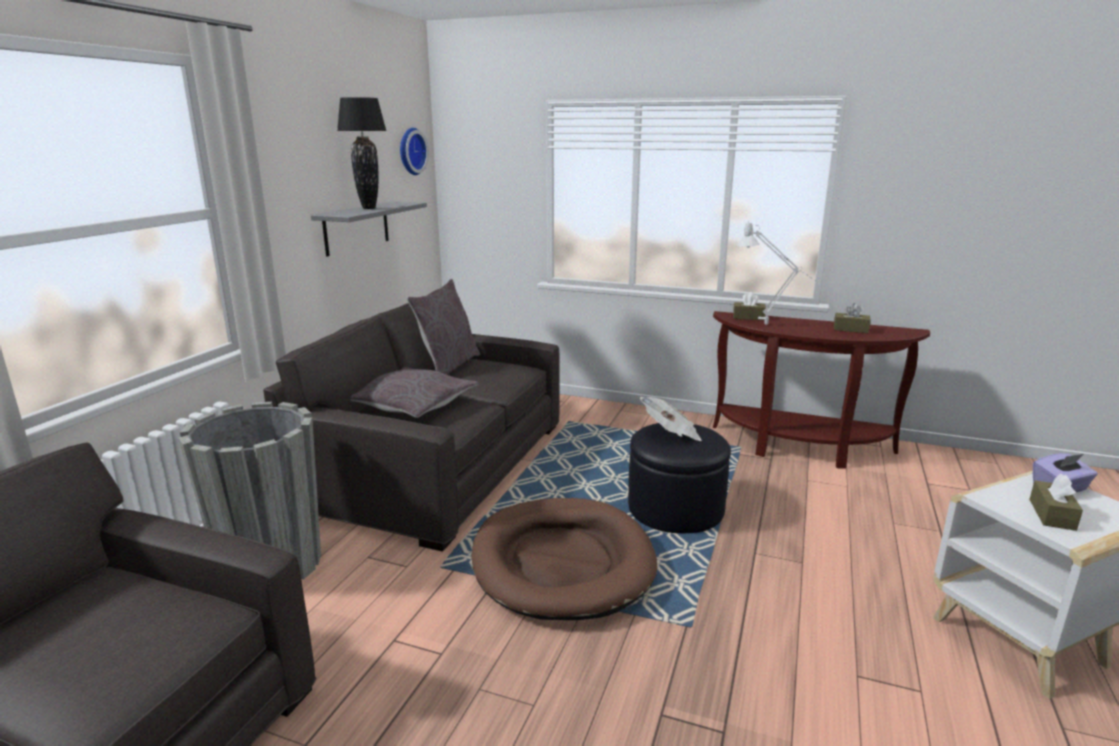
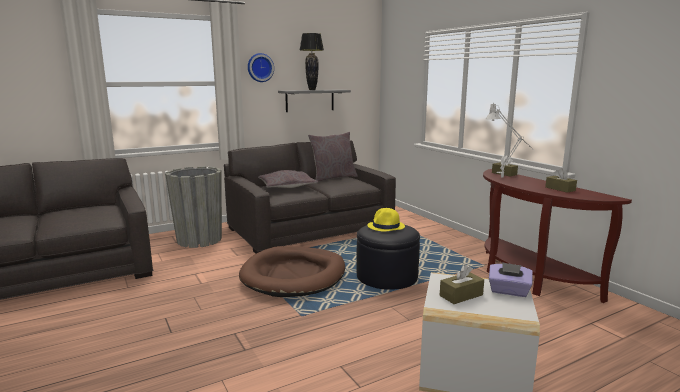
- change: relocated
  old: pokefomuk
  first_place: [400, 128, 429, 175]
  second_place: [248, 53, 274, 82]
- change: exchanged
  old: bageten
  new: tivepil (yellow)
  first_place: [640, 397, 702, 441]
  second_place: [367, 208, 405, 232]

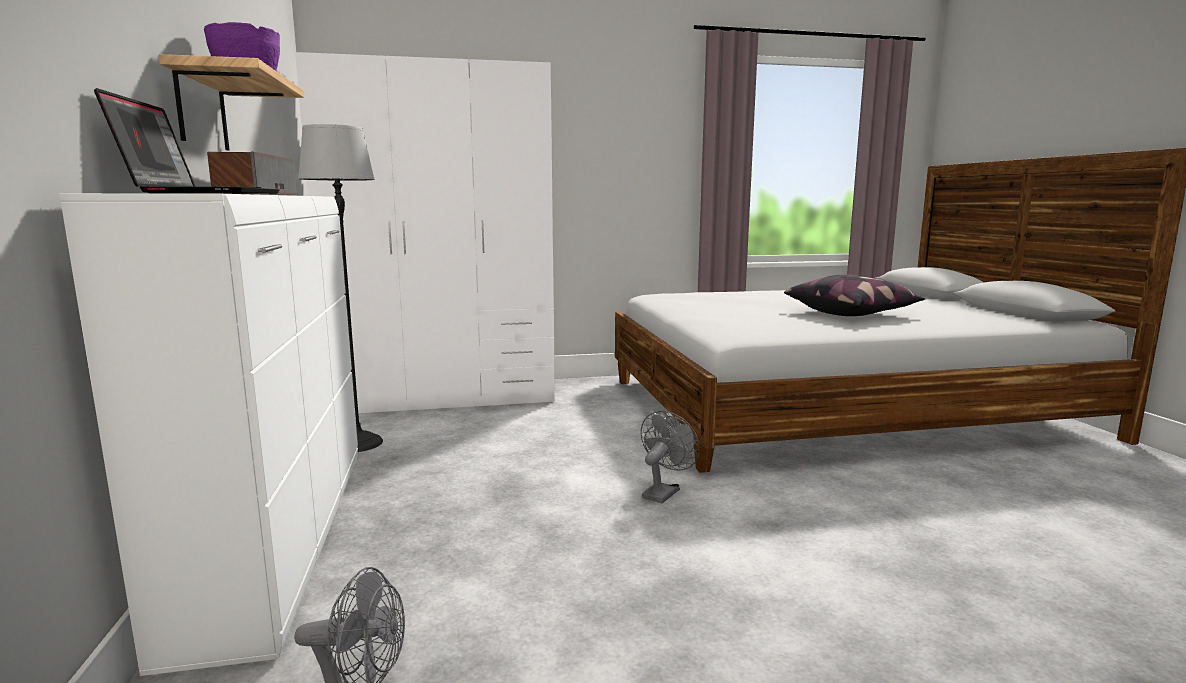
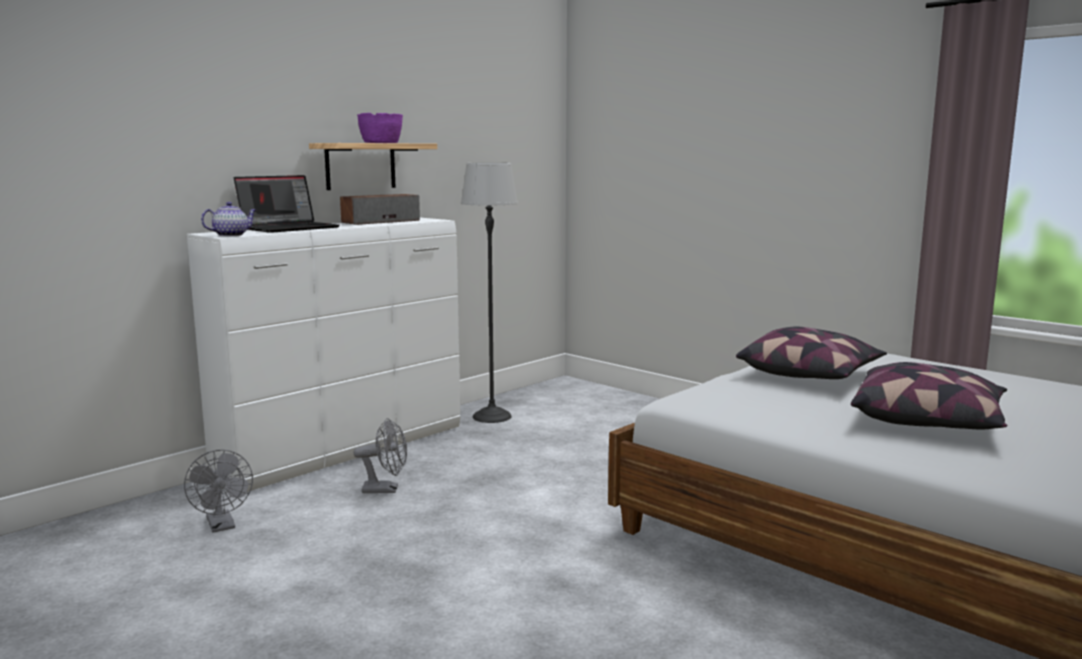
- change: missing
  old: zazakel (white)
  first_place: [295, 52, 555, 413]
- change: relocated
  old: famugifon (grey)
  first_place: [641, 411, 700, 504]
  second_place: [354, 418, 407, 493]
- change: appeared
  new: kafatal
  second_place: [201, 202, 256, 236]
- change: appeared
  new: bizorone
  second_place: [736, 327, 887, 379]

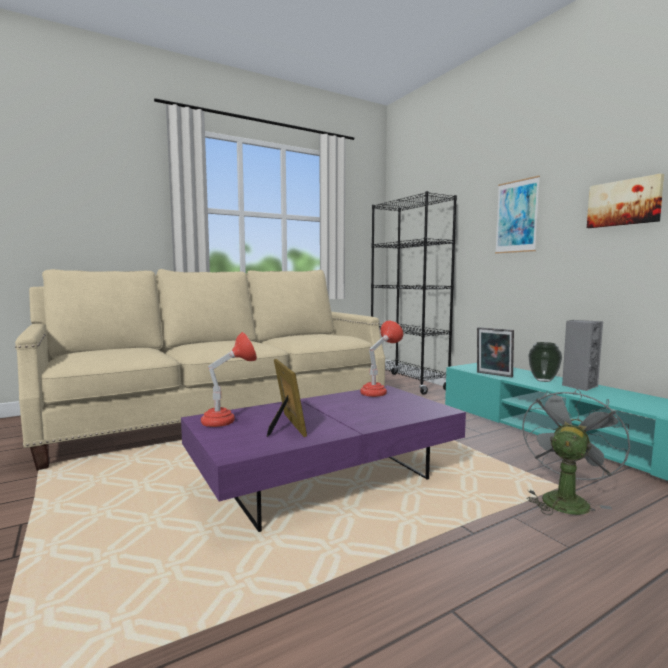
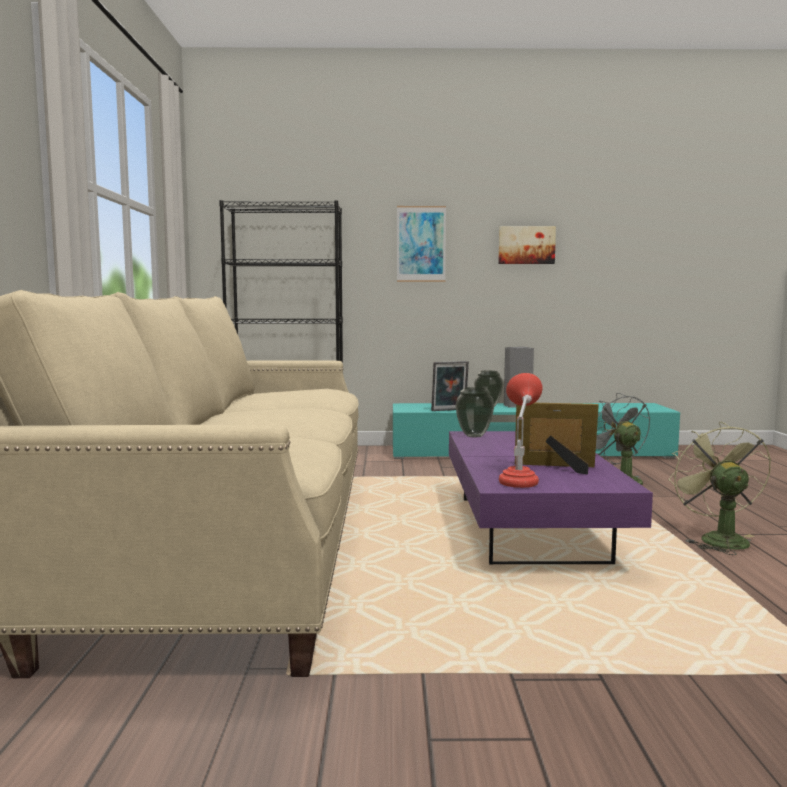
- change: exchanged
  old: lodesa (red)
  new: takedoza
  first_place: [360, 321, 403, 397]
  second_place: [455, 387, 494, 437]
- change: appeared
  new: famugifon (green)
  second_place: [668, 422, 771, 555]

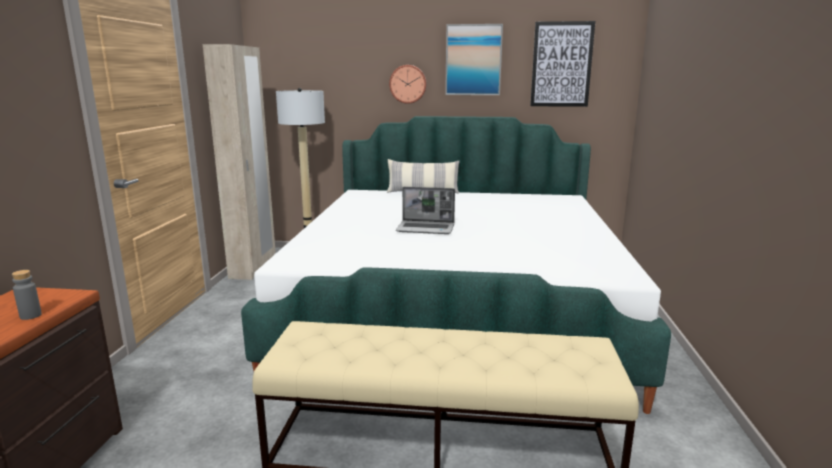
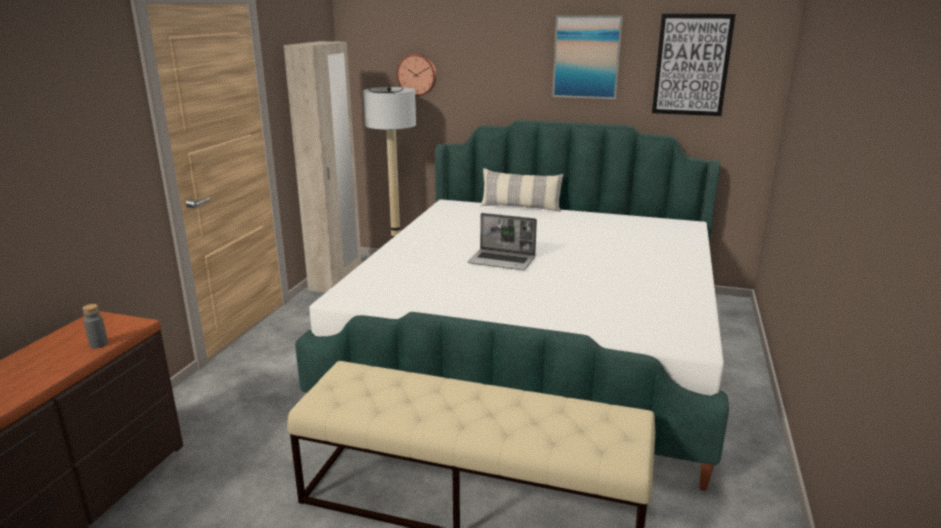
- change: relocated
  old: pokefomuk
  first_place: [389, 65, 427, 104]
  second_place: [397, 54, 437, 96]

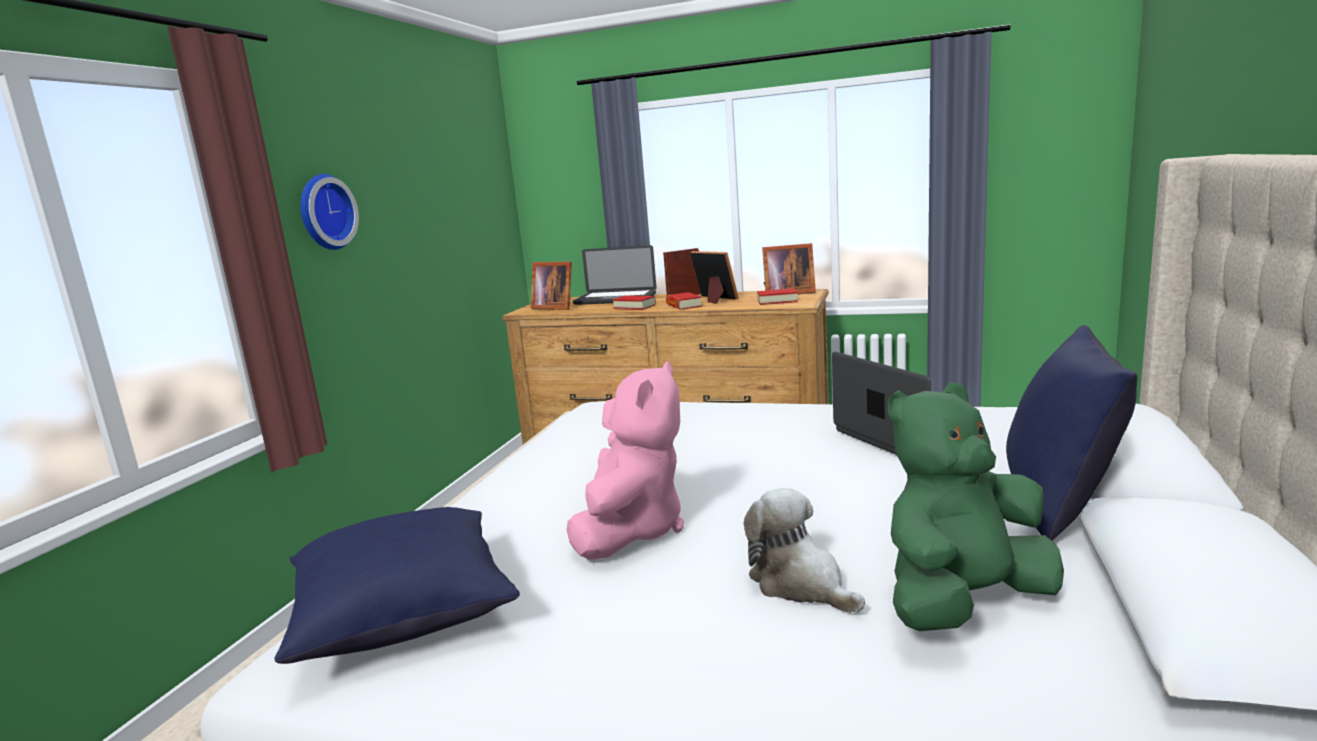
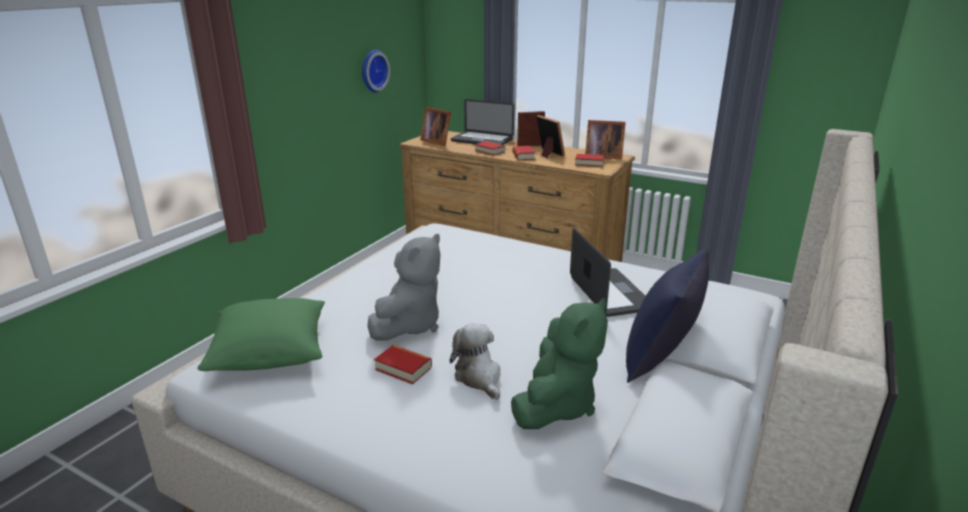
- change: relocated
  old: pokefomuk
  first_place: [300, 174, 359, 250]
  second_place: [362, 50, 390, 92]
- change: colour
  old: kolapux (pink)
  new: kolapux (grey)
  first_place: [567, 361, 684, 560]
  second_place: [367, 234, 440, 341]
- change: spun
  old: kolapux (green)
  first_place: [888, 383, 1064, 631]
  second_place: [511, 298, 608, 429]
  degrees: 135
- change: colour
  old: bizorone (blue)
  new: bizorone (green)
  first_place: [274, 507, 520, 664]
  second_place: [197, 298, 325, 371]
- change: appeared
  new: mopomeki
  second_place: [374, 345, 432, 384]

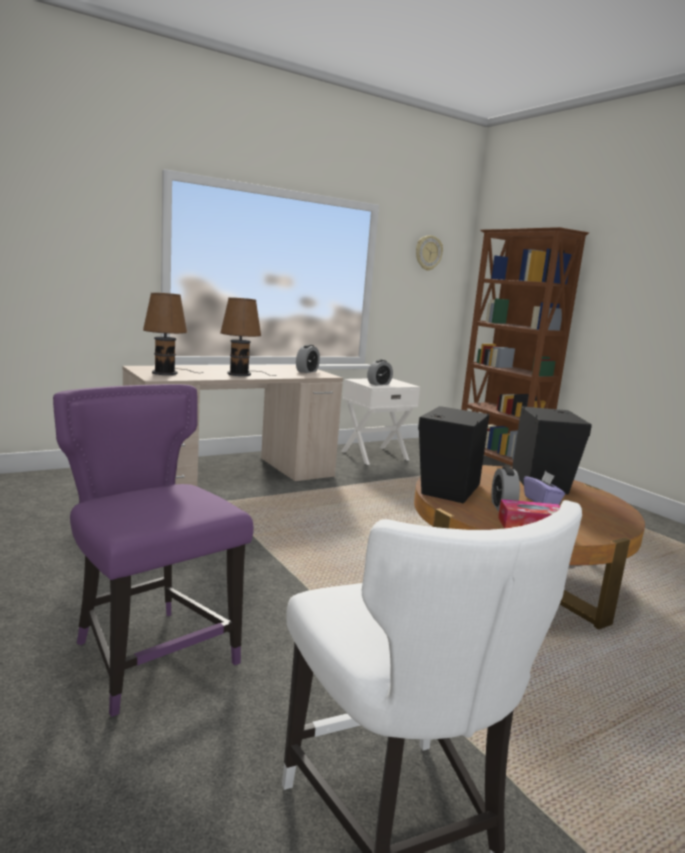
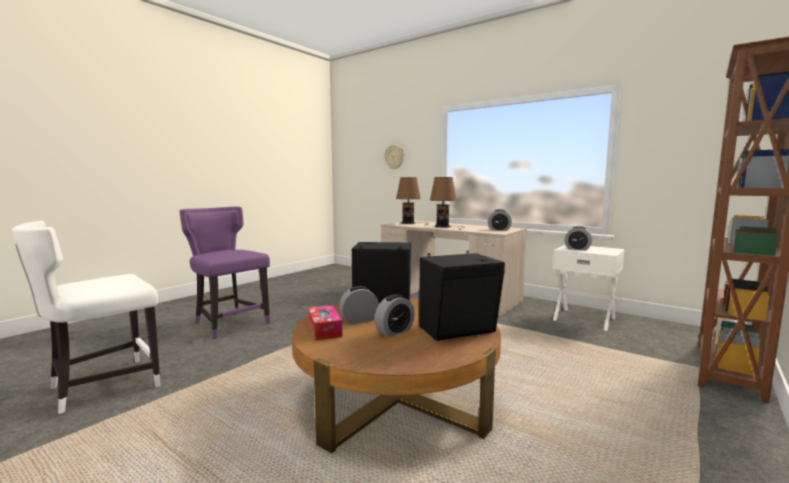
- change: relocated
  old: pokefomuk
  first_place: [416, 235, 443, 271]
  second_place: [385, 145, 404, 169]
- change: spun
  old: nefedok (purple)
  first_place: [53, 384, 254, 717]
  second_place: [180, 206, 270, 339]
  degrees: -75
- change: exchanged
  old: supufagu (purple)
  new: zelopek
  first_place: [524, 471, 565, 504]
  second_place: [375, 294, 415, 337]

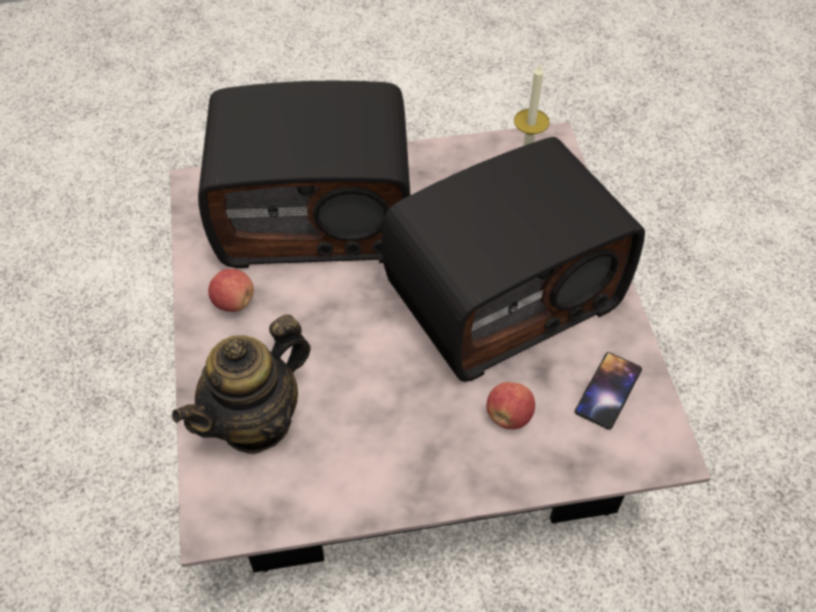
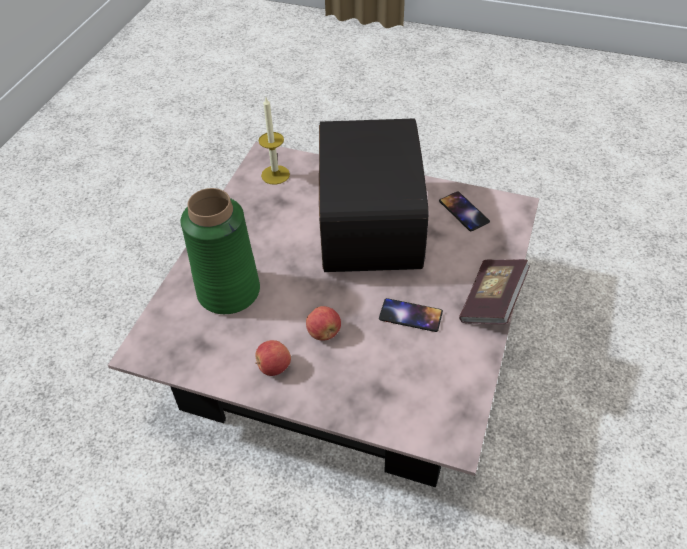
- change: exchanged
  old: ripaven
  new: takedoza (green)
  first_place: [198, 81, 410, 268]
  second_place: [181, 188, 260, 314]
- change: missing
  old: kafatal
  first_place: [172, 314, 311, 454]
- change: relocated
  old: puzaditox
  first_place: [486, 382, 535, 429]
  second_place: [306, 306, 341, 341]
- change: appeared
  new: mopomeki
  second_place: [459, 259, 530, 324]
- change: appeared
  new: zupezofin
  second_place: [379, 298, 443, 332]

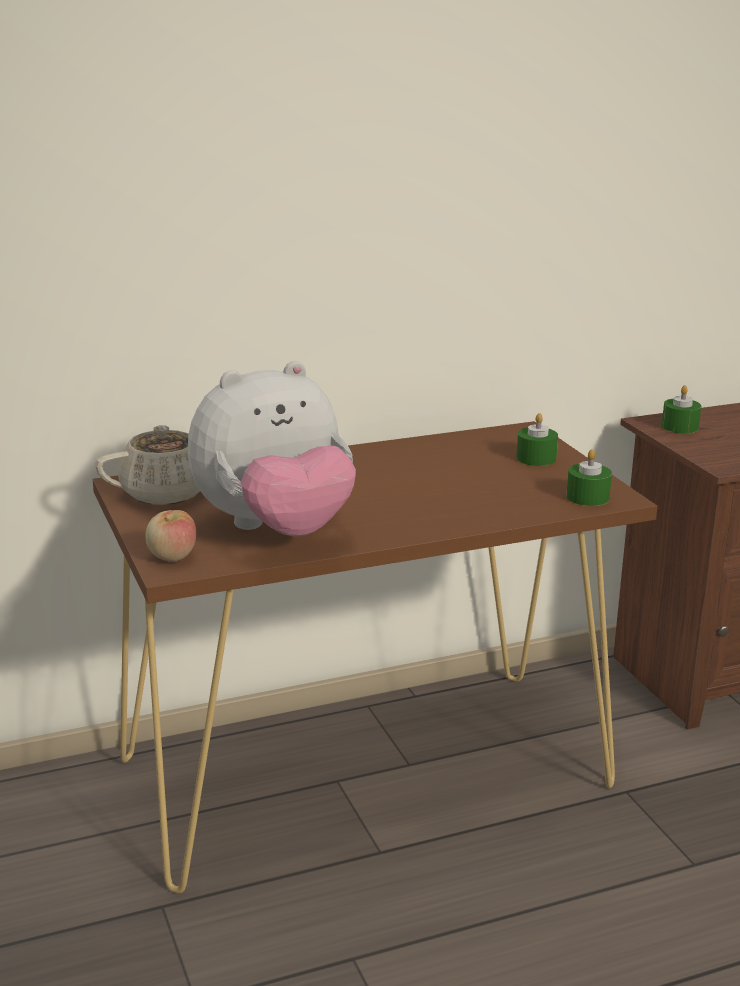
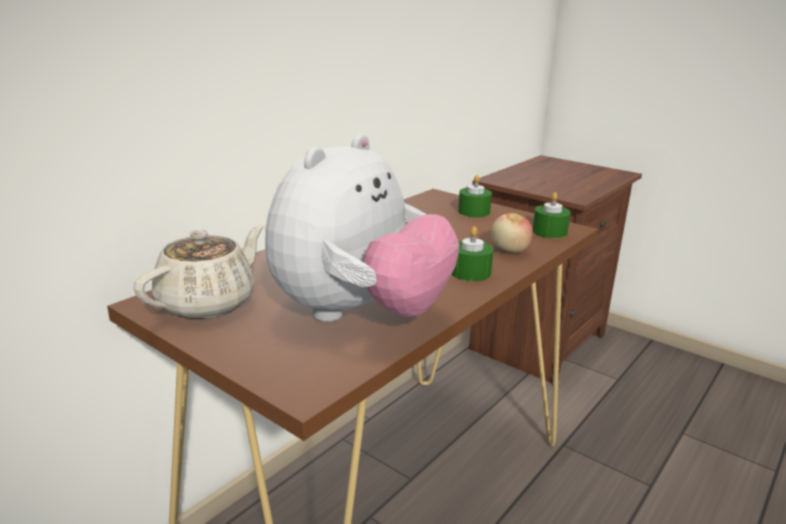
- change: relocated
  old: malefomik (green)
  first_place: [662, 385, 701, 433]
  second_place: [452, 226, 493, 281]
- change: relocated
  old: puzaditox
  first_place: [145, 510, 196, 562]
  second_place: [492, 213, 533, 253]

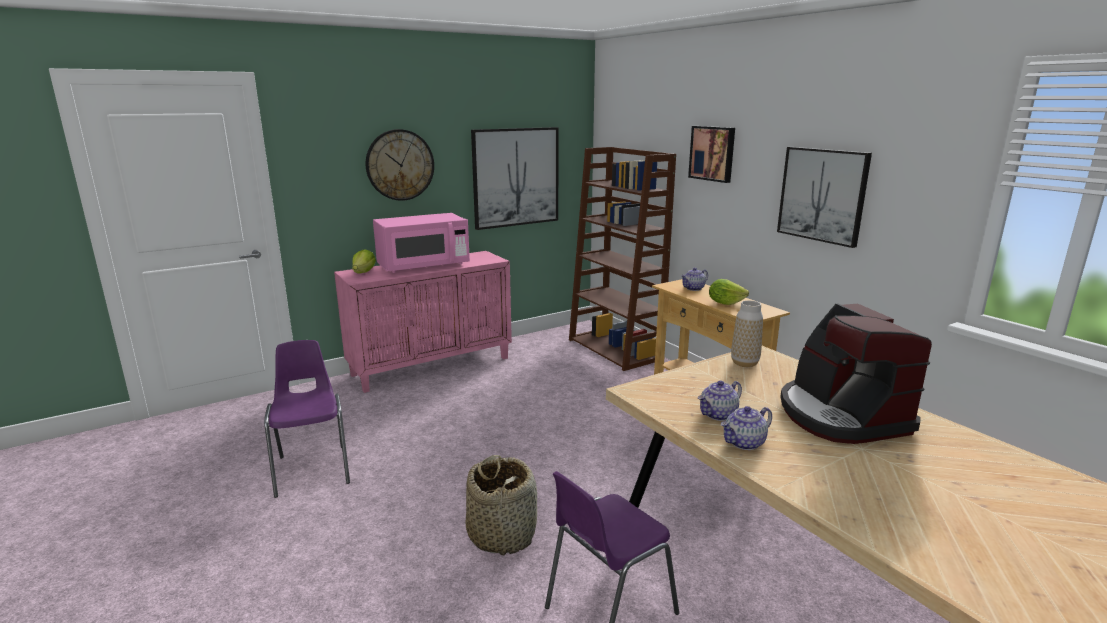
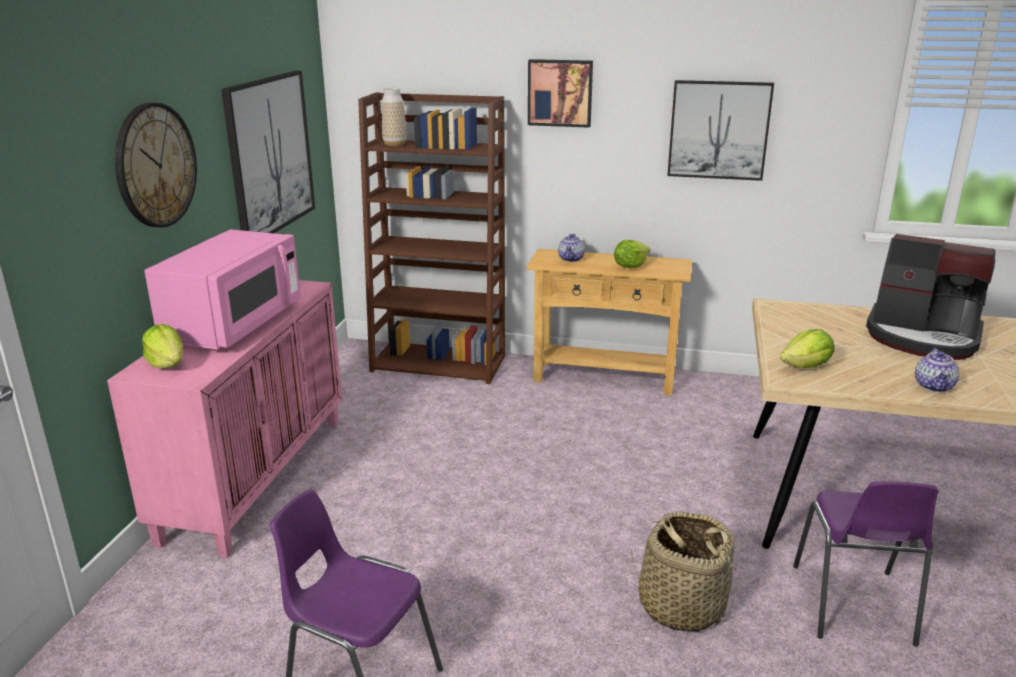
- change: relocated
  old: takedoza
  first_place: [731, 300, 763, 367]
  second_place: [382, 88, 407, 146]
- change: missing
  old: kafatal
  first_place: [698, 381, 742, 421]
- change: appeared
  new: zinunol
  second_place: [780, 329, 835, 368]

